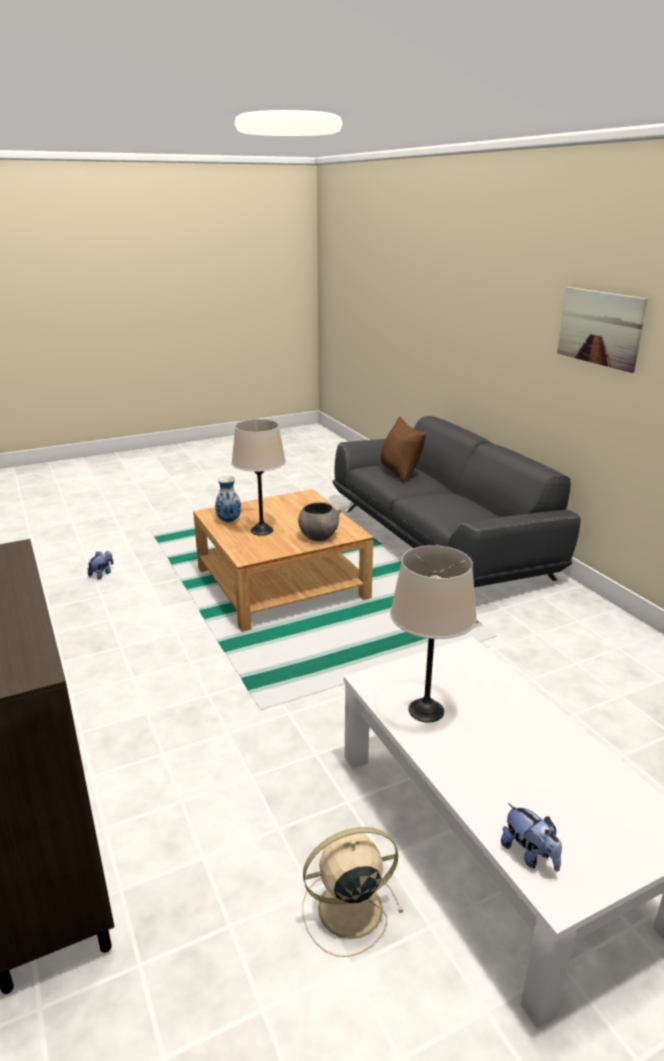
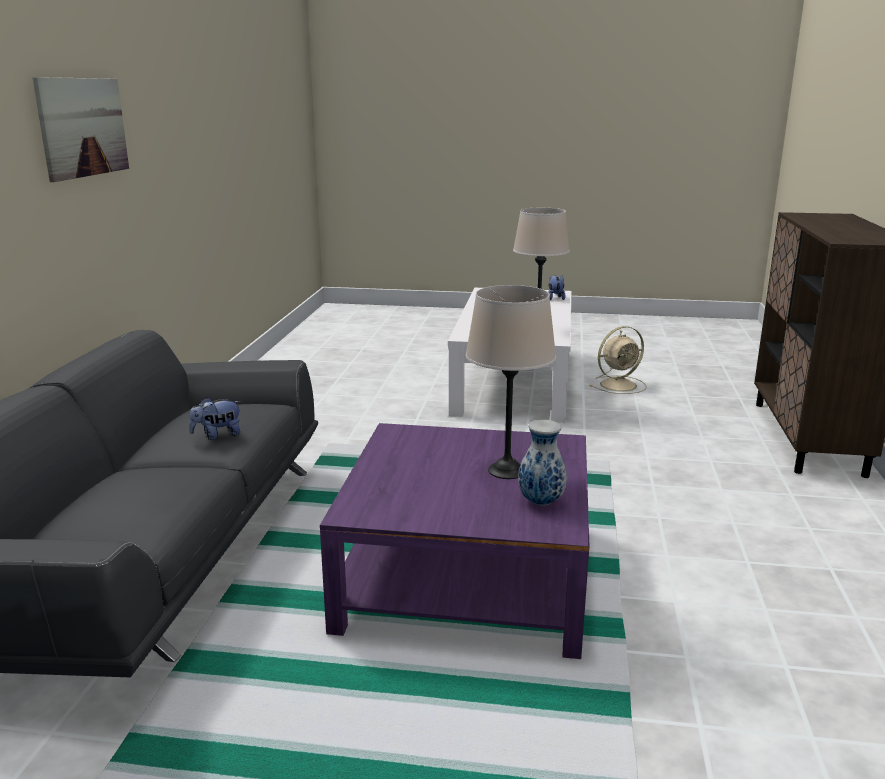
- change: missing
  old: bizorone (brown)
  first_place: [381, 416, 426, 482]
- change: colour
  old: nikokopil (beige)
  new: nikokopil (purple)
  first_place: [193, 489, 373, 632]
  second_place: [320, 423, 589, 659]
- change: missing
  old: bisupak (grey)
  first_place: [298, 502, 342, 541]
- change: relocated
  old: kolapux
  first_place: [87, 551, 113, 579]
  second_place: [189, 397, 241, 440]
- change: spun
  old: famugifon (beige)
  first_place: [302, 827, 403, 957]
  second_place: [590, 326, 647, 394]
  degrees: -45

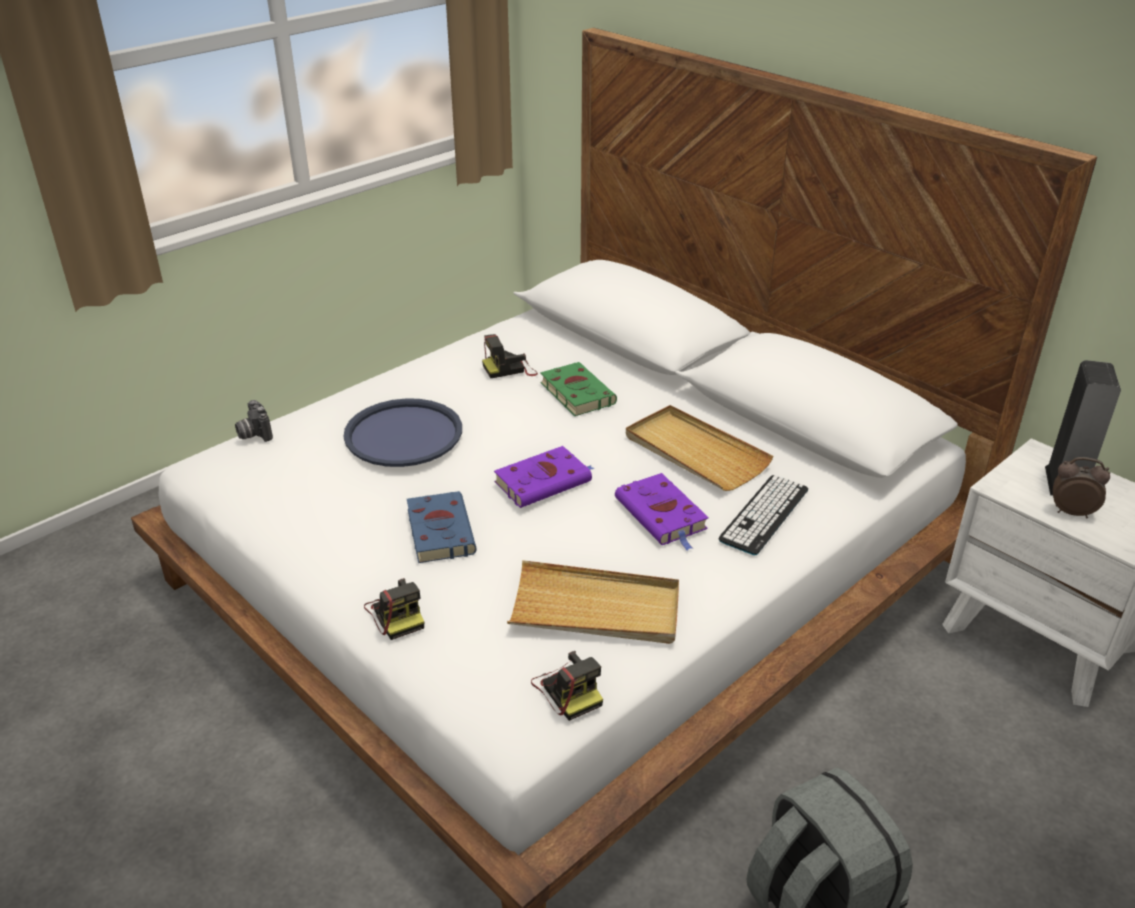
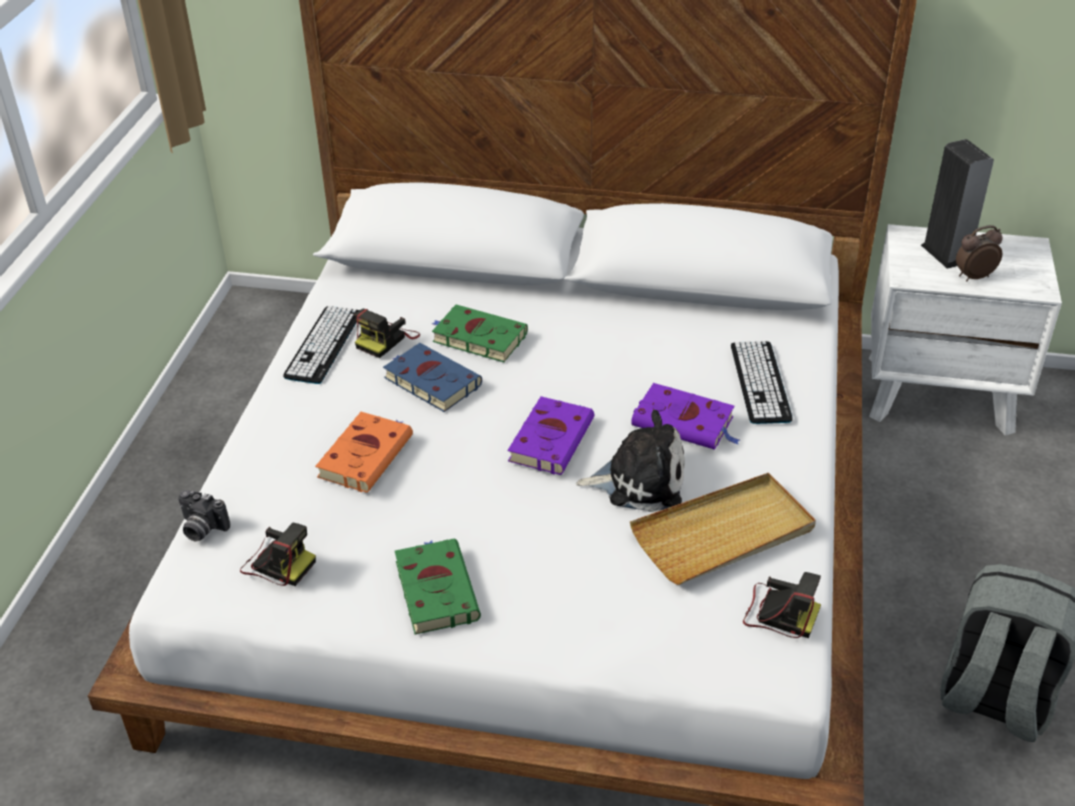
- change: exchanged
  old: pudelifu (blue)
  new: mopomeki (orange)
  first_place: [343, 398, 462, 467]
  second_place: [315, 412, 413, 493]
- change: missing
  old: pudelifu (beige)
  first_place: [626, 405, 773, 491]
- change: relocated
  old: mopomeki (blue)
  first_place: [407, 491, 476, 563]
  second_place: [383, 343, 482, 412]
- change: relocated
  old: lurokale
  first_place: [364, 578, 424, 640]
  second_place: [240, 523, 316, 586]
- change: appeared
  new: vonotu
  second_place: [283, 306, 359, 384]
- change: appeared
  new: kolapux
  second_place: [576, 410, 685, 512]
- change: appeared
  new: mopomeki (green)
  second_place: [395, 539, 481, 635]

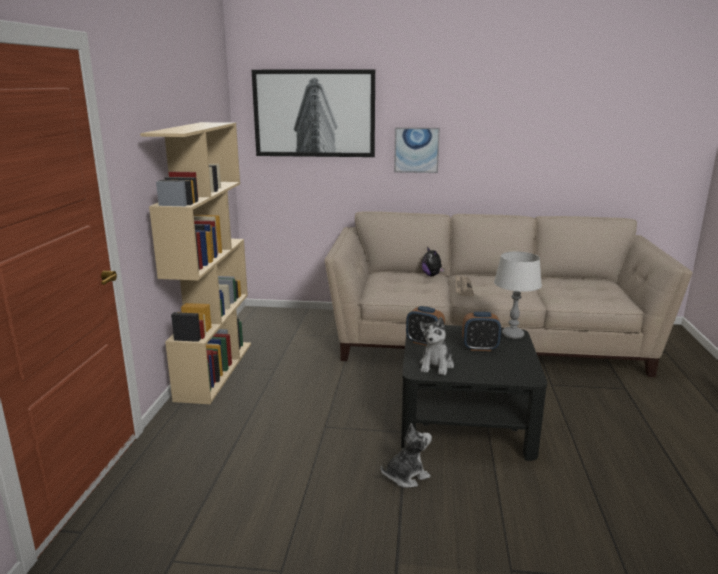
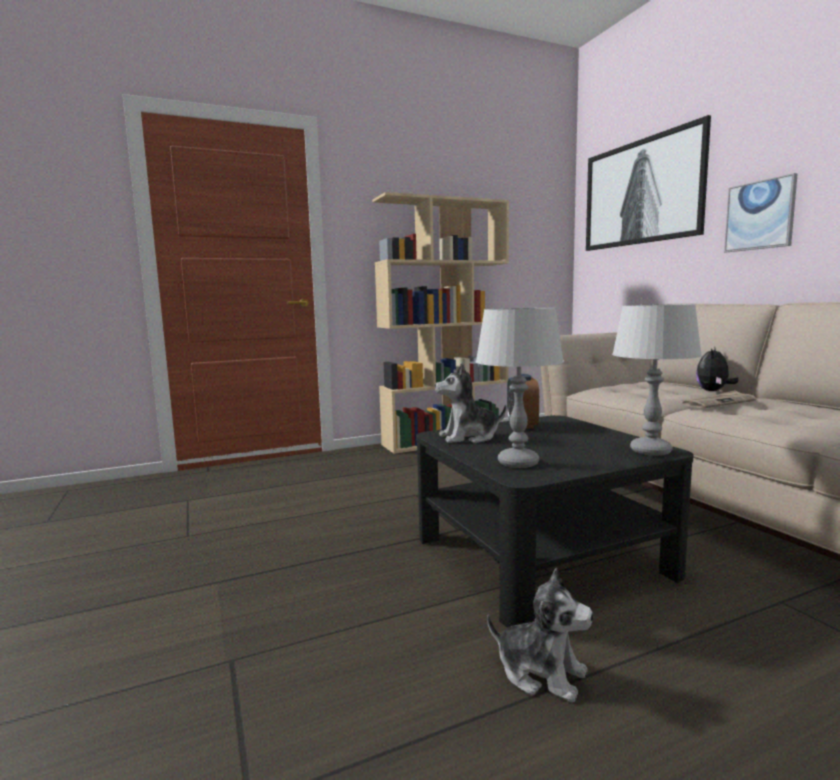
- change: missing
  old: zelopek
  first_place: [462, 312, 501, 351]
- change: relocated
  old: kolapux
  first_place: [381, 423, 432, 488]
  second_place: [487, 568, 593, 702]
- change: appeared
  new: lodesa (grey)
  second_place: [476, 308, 564, 468]

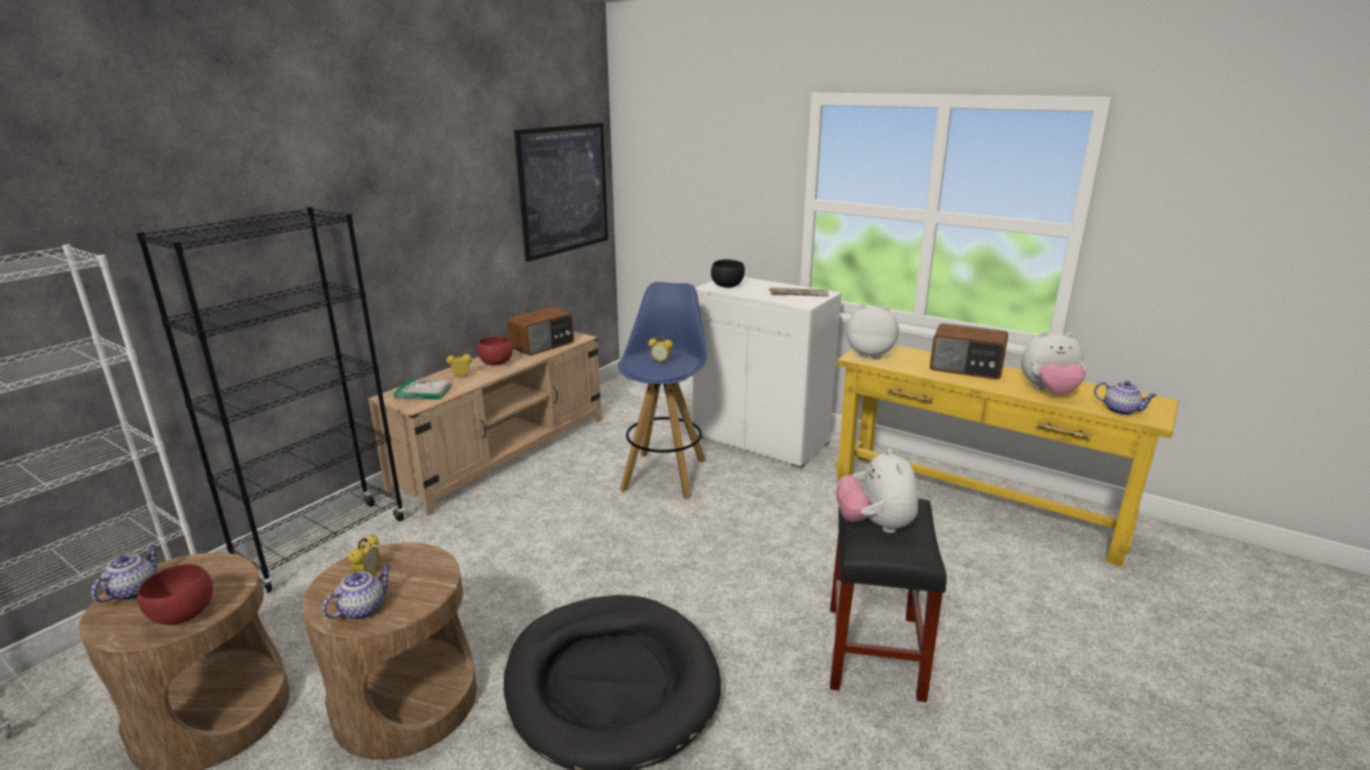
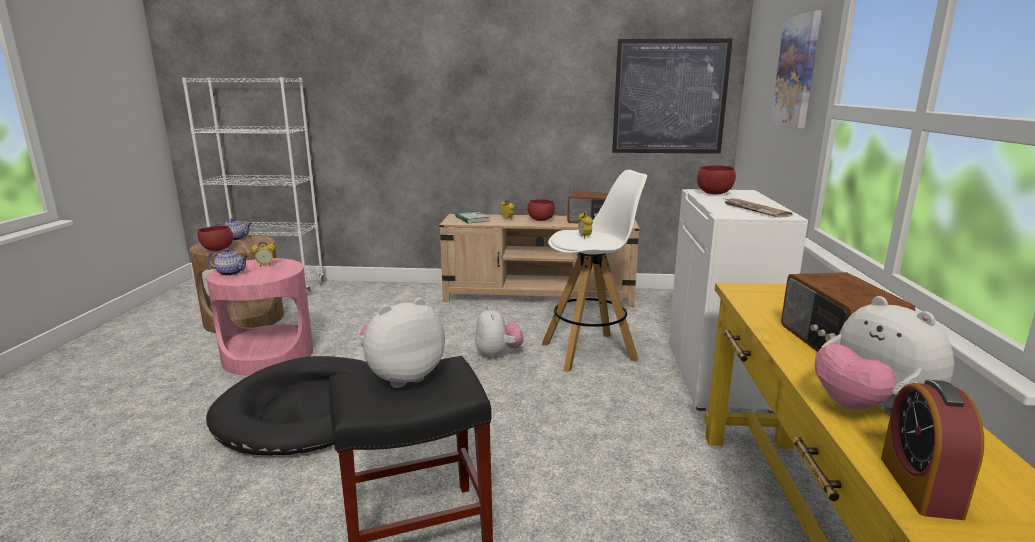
- change: missing
  old: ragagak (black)
  first_place: [137, 207, 405, 593]
- change: colour
  old: bisupak (black)
  new: bisupak (red)
  first_place: [711, 259, 745, 288]
  second_place: [697, 165, 736, 195]
- change: colour
  old: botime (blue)
  new: botime (white)
  first_place: [618, 282, 707, 499]
  second_place: [541, 170, 648, 372]
- change: relocated
  old: kolapux
  first_place: [846, 304, 899, 359]
  second_place: [475, 306, 523, 359]
- change: exchanged
  old: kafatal
  new: zelopek
  first_place: [1094, 381, 1157, 415]
  second_place: [881, 380, 984, 520]
- change: colour
  old: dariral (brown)
  new: dariral (pink)
  first_place: [302, 542, 477, 760]
  second_place: [206, 258, 313, 376]
- change: appeared
  new: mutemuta
  second_place: [771, 11, 822, 128]

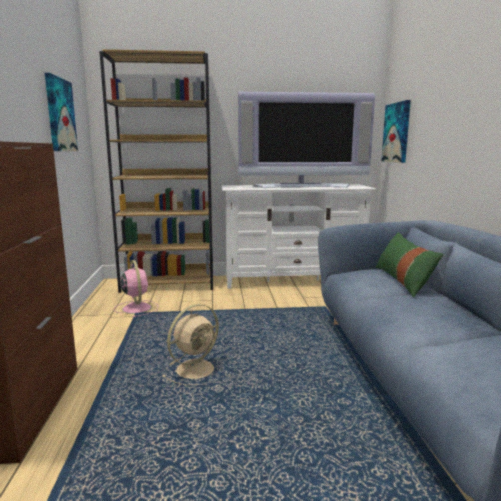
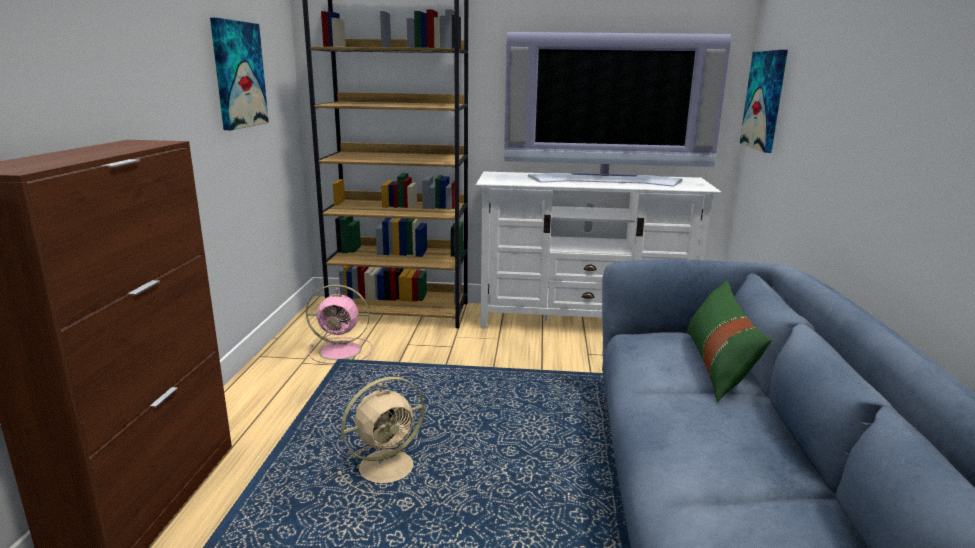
- change: spun
  old: famugifon (pink)
  first_place: [114, 260, 158, 317]
  second_place: [306, 285, 373, 364]
  degrees: 105

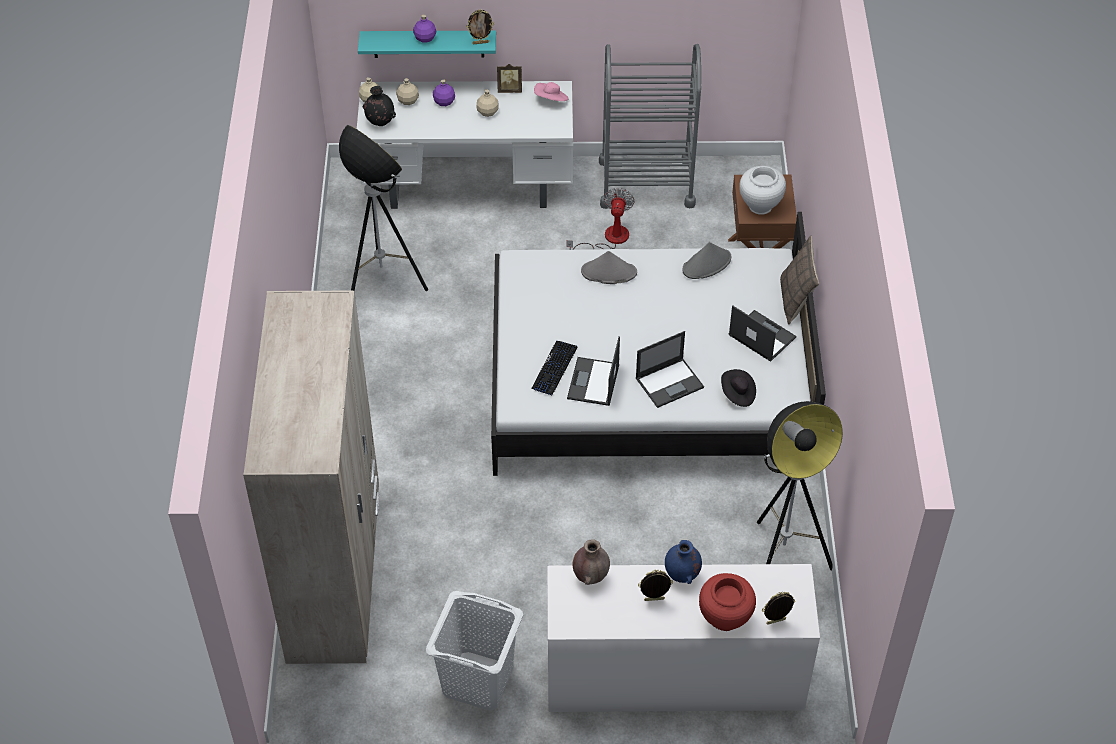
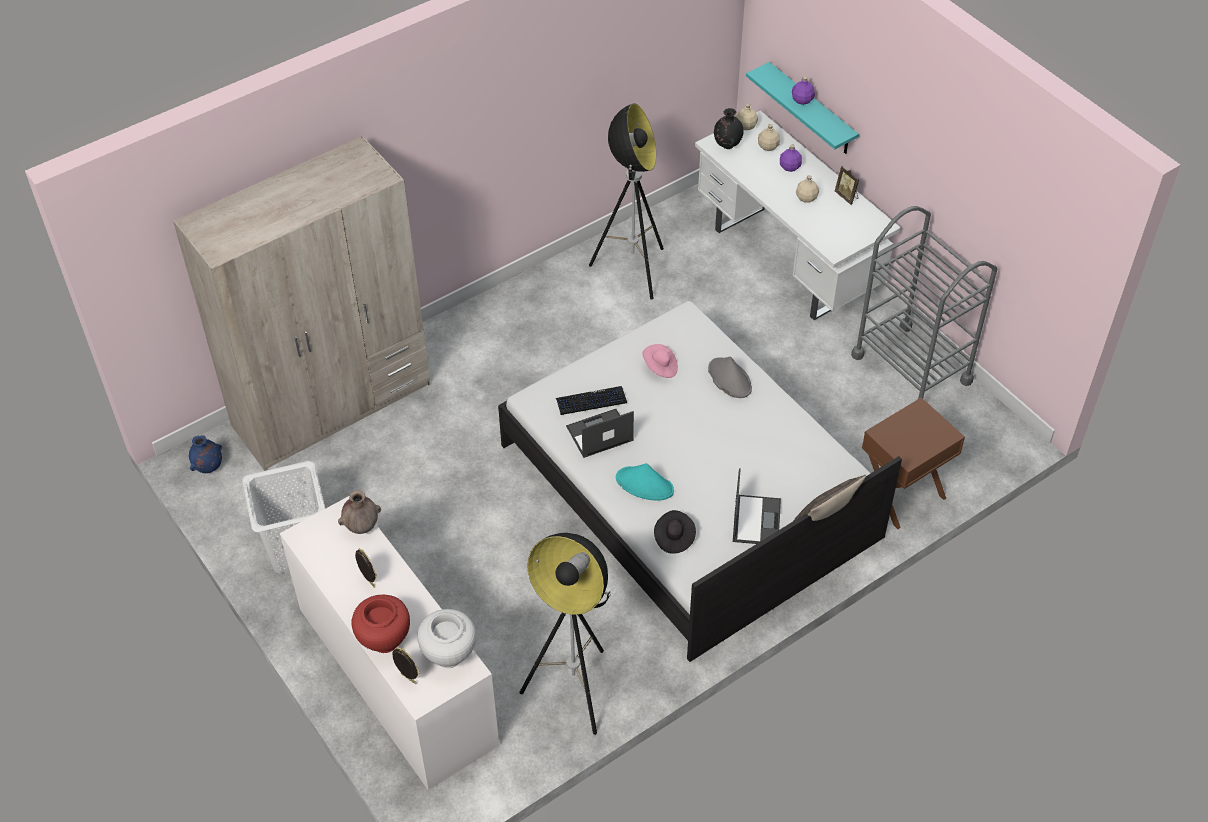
- change: missing
  old: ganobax
  first_place: [466, 9, 494, 44]
- change: relocated
  old: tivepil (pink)
  first_place: [534, 82, 569, 101]
  second_place: [642, 344, 678, 378]
- change: relocated
  old: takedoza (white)
  first_place: [739, 166, 786, 215]
  second_place: [417, 609, 476, 668]
- change: missing
  old: famugifon
  first_place: [566, 188, 635, 250]
- change: missing
  old: tivepil (grey)
  first_place: [682, 242, 731, 279]
- change: exchanged
  old: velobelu
  new: tivepil (turquoise)
  first_place: [636, 331, 704, 408]
  second_place: [616, 463, 674, 501]
- change: relocated
  old: takedoza (blue)
  first_place: [665, 540, 702, 584]
  second_place: [189, 435, 222, 473]

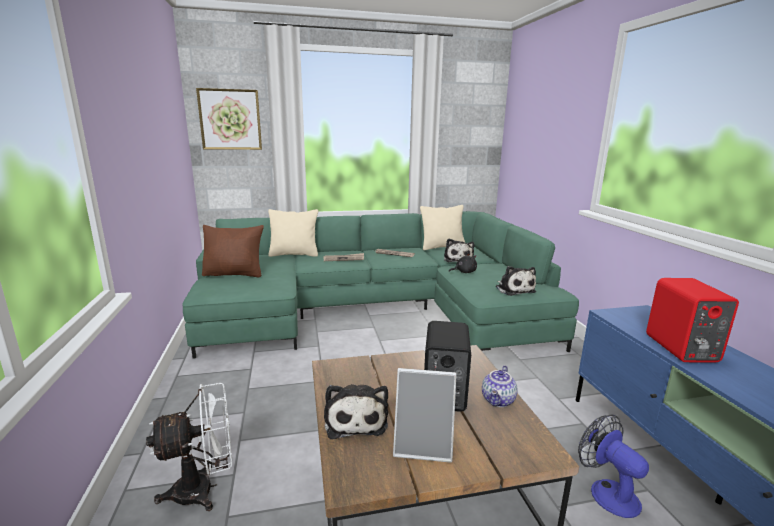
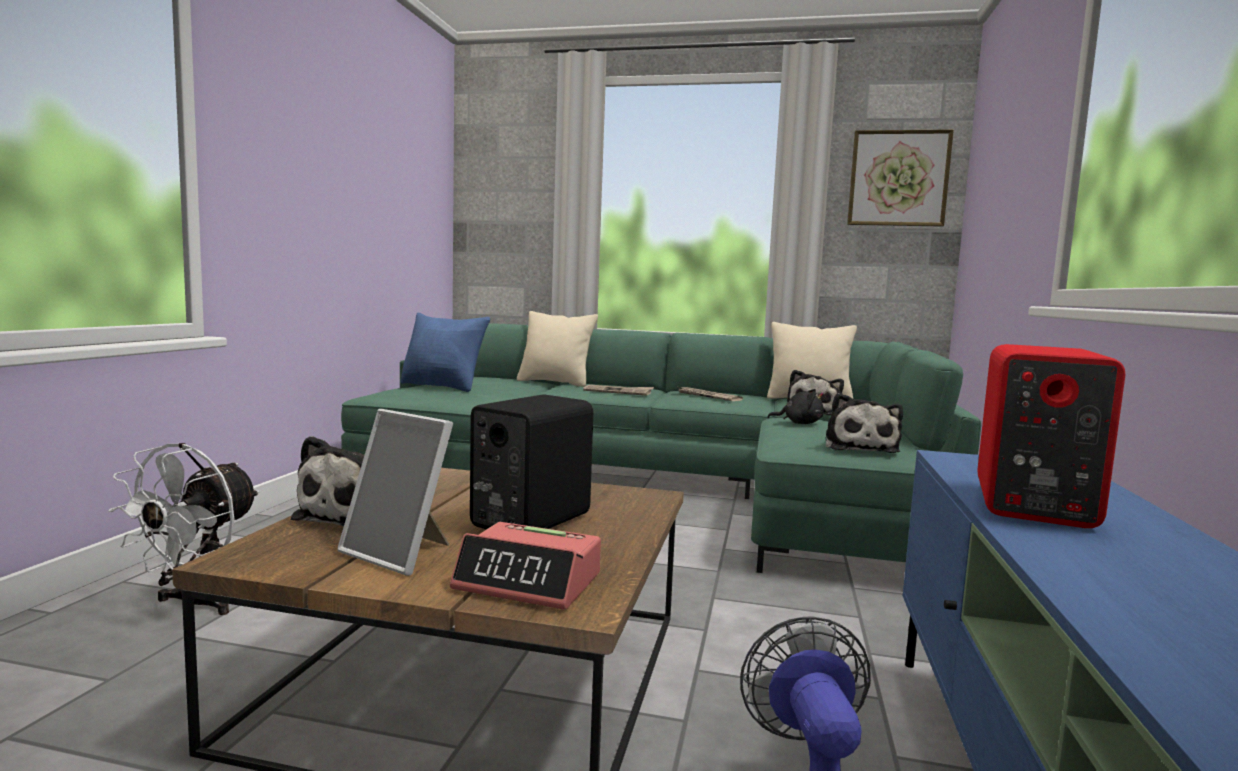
- change: relocated
  old: mutemuta
  first_place: [196, 88, 262, 150]
  second_place: [847, 129, 954, 227]
- change: colour
  old: bizorone (brown)
  new: bizorone (blue)
  first_place: [202, 225, 264, 277]
  second_place: [400, 313, 490, 392]
- change: missing
  old: kafatal
  first_place: [482, 366, 518, 407]
- change: spun
  old: famugifon (white)
  first_place: [146, 383, 232, 511]
  second_place: [108, 443, 260, 615]
  degrees: 105
- change: appeared
  new: zelopek
  second_place: [450, 522, 601, 610]

